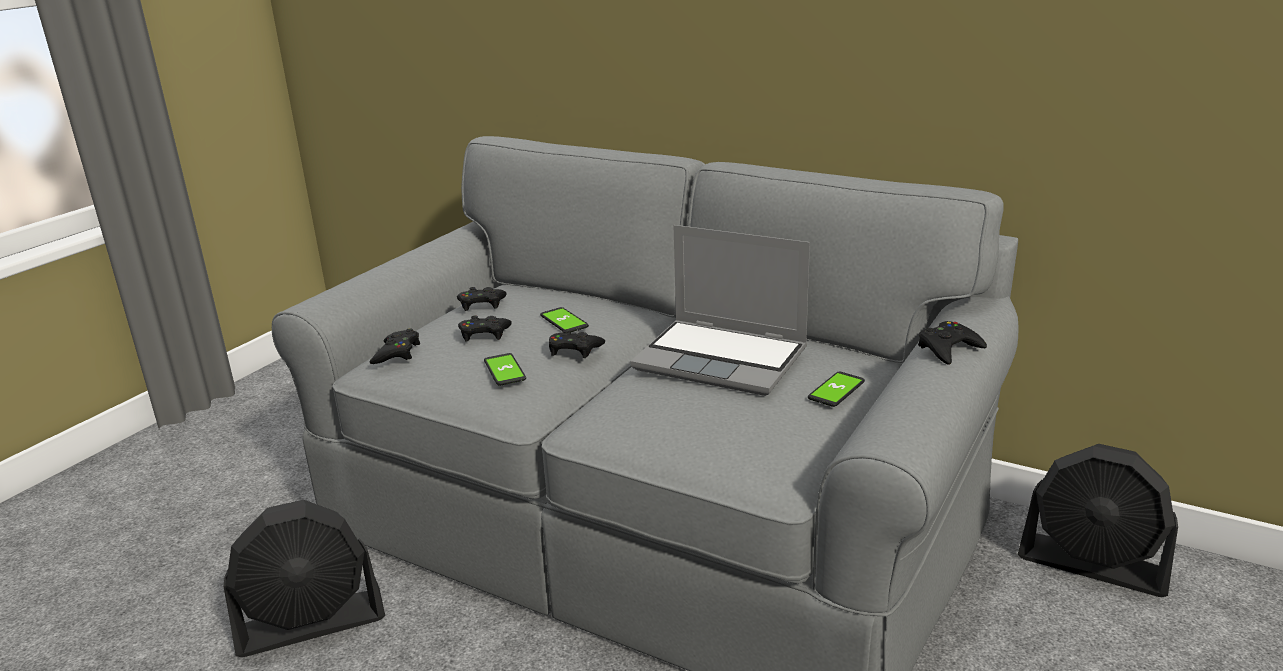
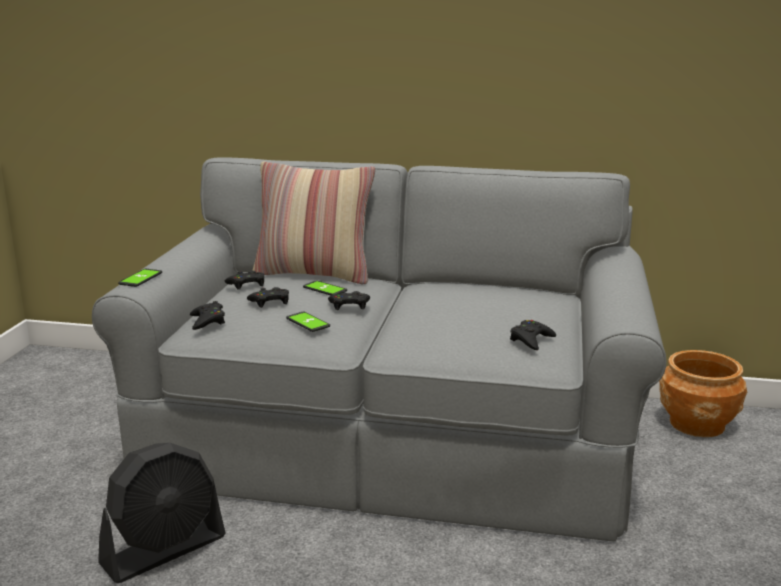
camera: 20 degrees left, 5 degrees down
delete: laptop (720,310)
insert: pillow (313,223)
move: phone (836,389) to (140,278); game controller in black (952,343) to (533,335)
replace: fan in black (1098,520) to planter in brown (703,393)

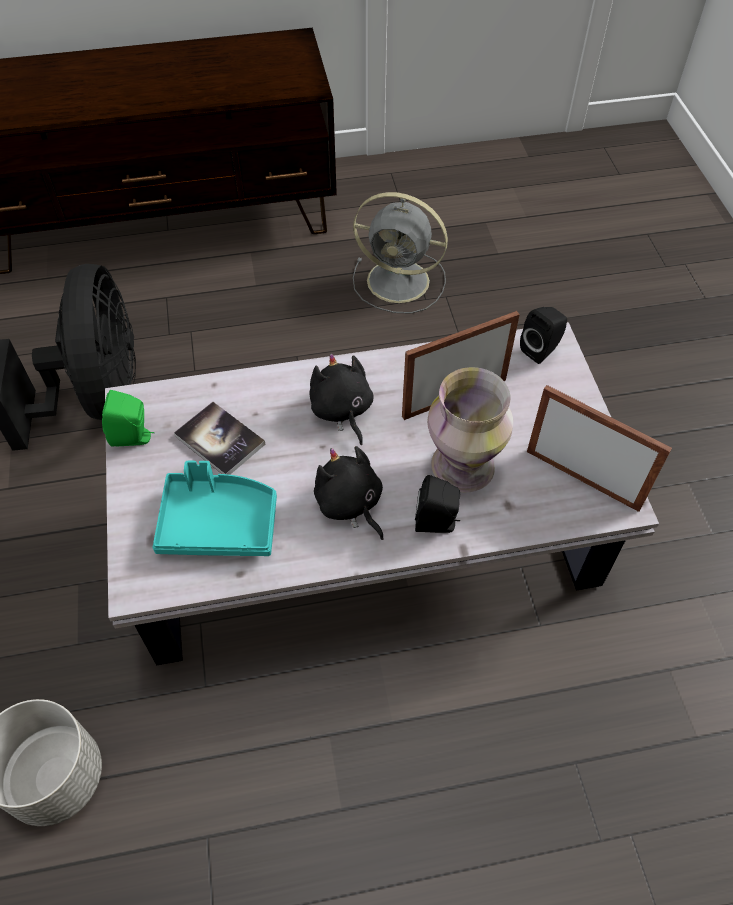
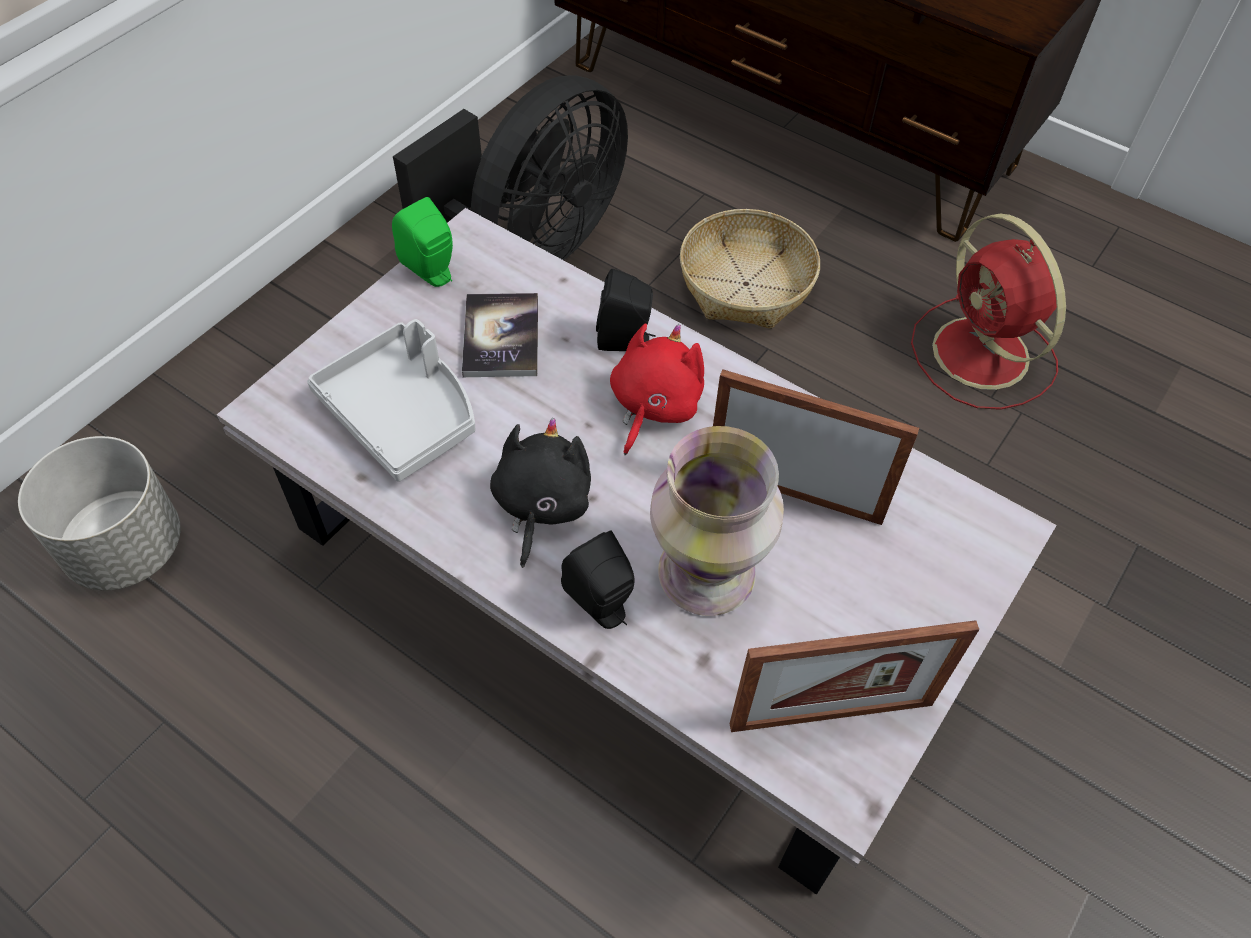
camera: 45 degrees right, 0 degrees up
insert: basket (750,269)
move: speaker in black (543,335) to (626,310)
recolor: tray in turquoise (214,508) to tray in grey (391,400); plush toy in black (342,399) to plush toy in red (657,390); fan in grey (400,253) to fan in red (988,312)
rotate: picture frame (599,448) = (854,676) 90 degrees clockwise

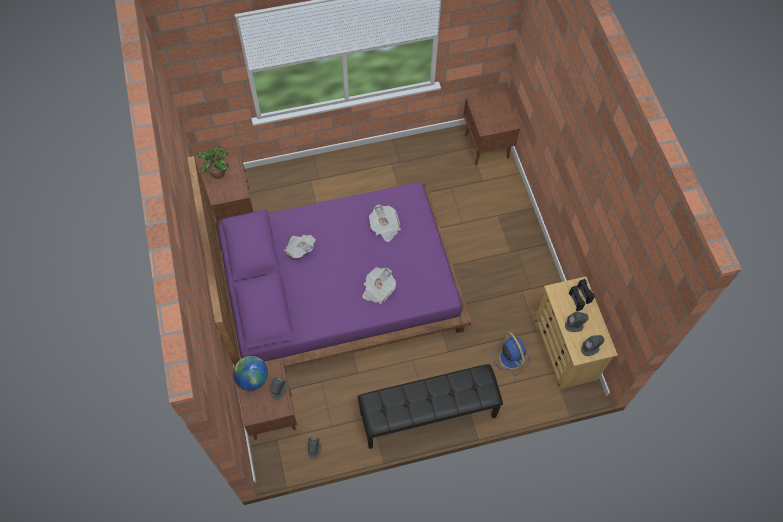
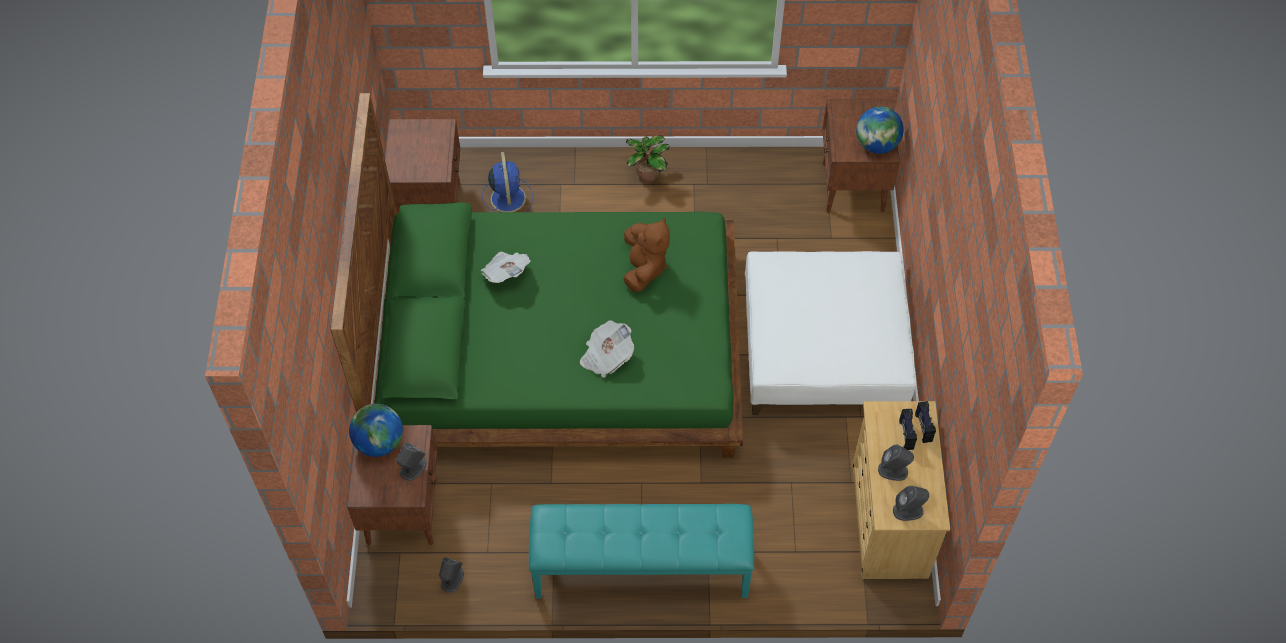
camera: 15 degrees right, 5 degrees down
insert: ottoman in white (830,333); globe (880,130)
move: potted plant (213,163) to (648,159); fan in blue (510,354) to (507,182)
replace: newspaper (385,223) to plush toy in brown (646,254)
recolor: bed in purple (329,262) to bed in green (537,275); bench in black (430,406) to bench in turquoise (641,551)

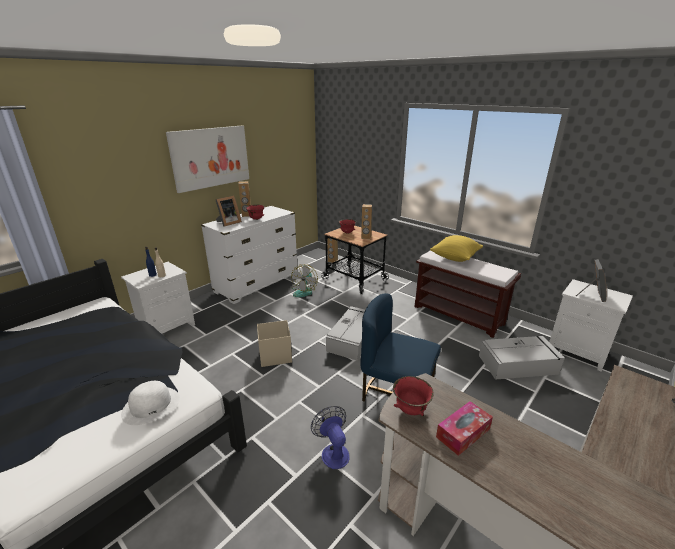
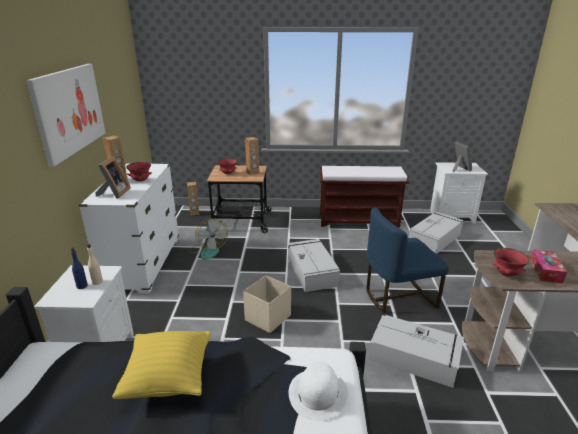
camera: 40 degrees left, 0 degrees up
move: pillow in yellow (456,248) to (161,365)
replace: fan (330,437) to storage box in grey (416,351)

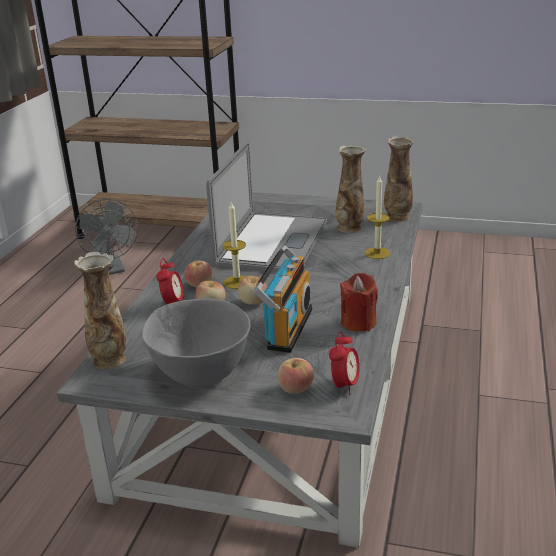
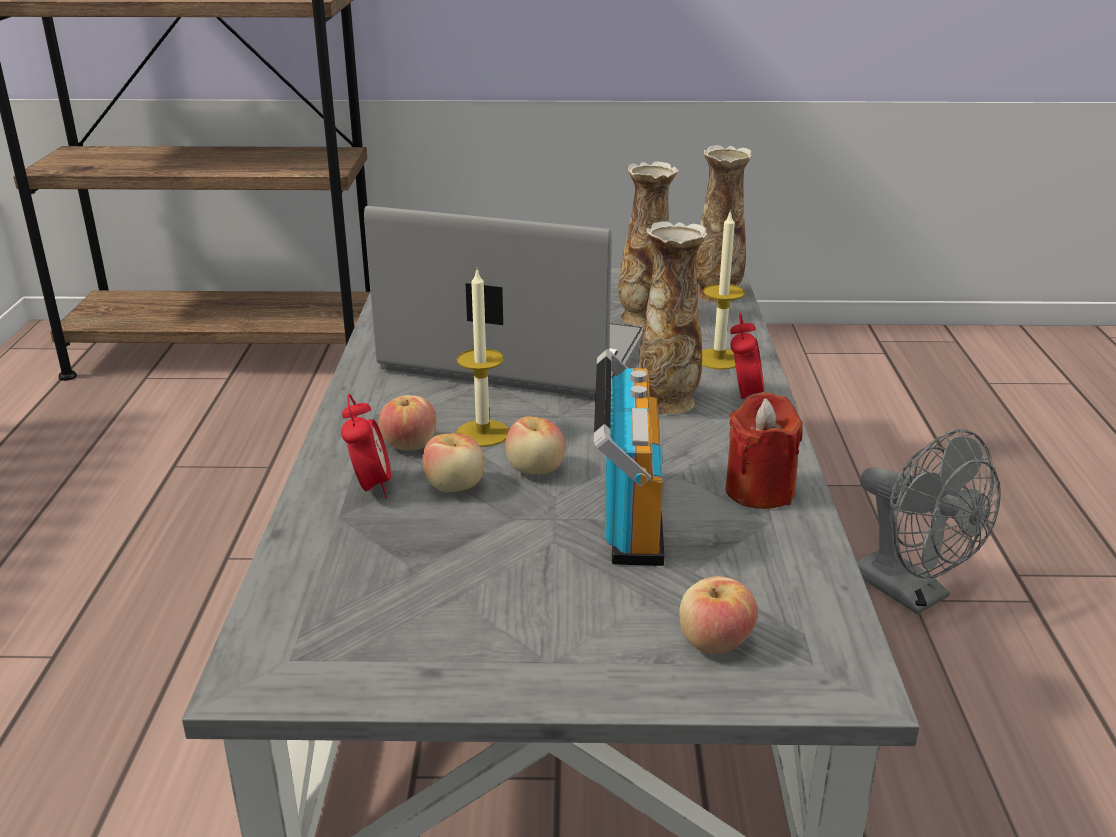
camera: 15 degrees left, 0 degrees up
delete: bowl in grey (196,343)
move: vase (100,310) to (673,317); fan in grey (106,237) to (928,521); alarm clock (344,363) to (747,356)
rotate: laptop (266,206) = (503,302) 75 degrees counterclockwise

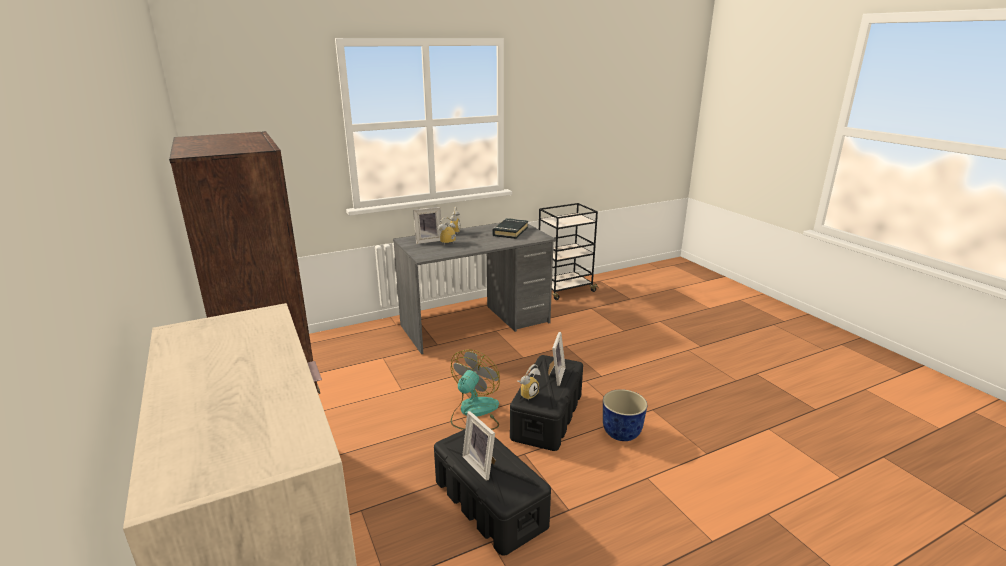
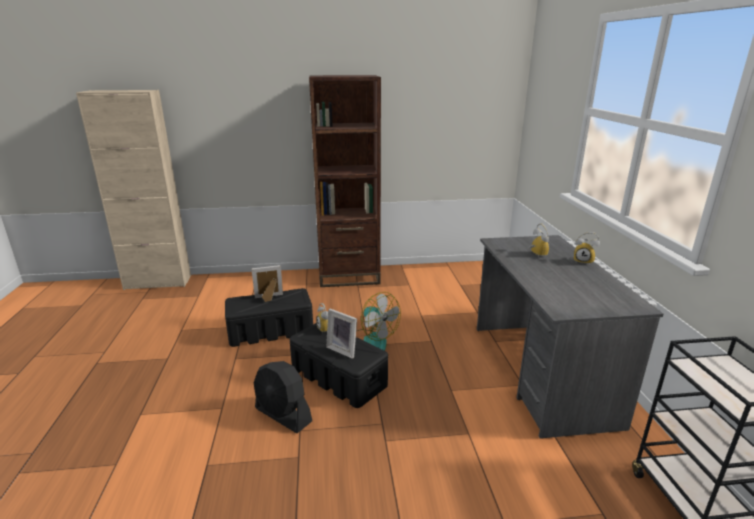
camera: 110 degrees right, 0 degrees up
delete: picture frame (427,225); book in black (510,228)
replace: planter (625,415) to fan in black (283,397)

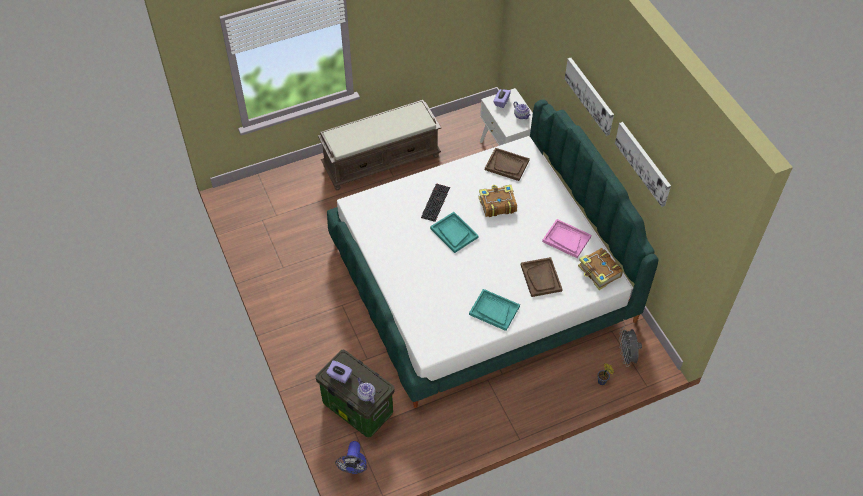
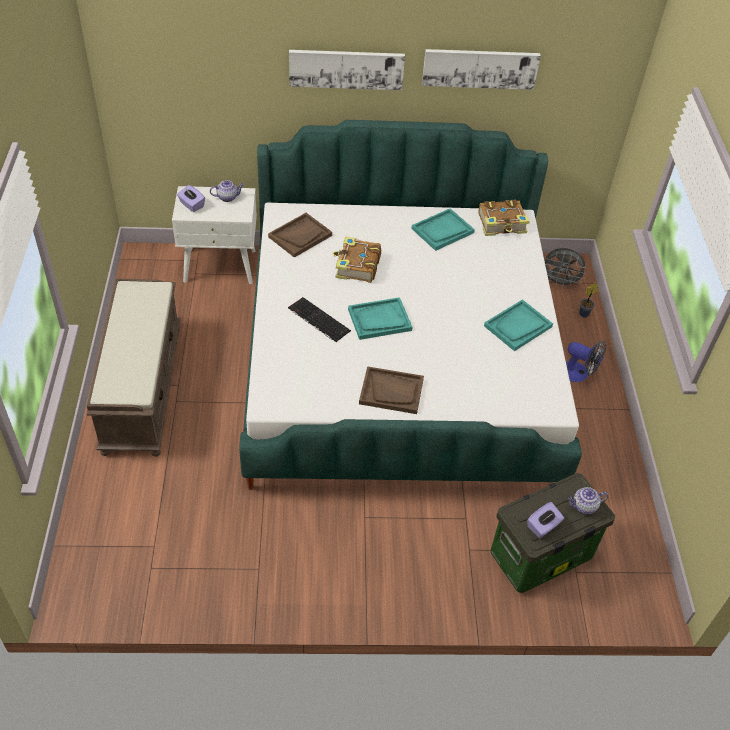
camera: 70 degrees left, 5 degrees down
move: fan (351,457) to (586,361); tray in brown (542,277) to (391,390)
recolor: tray in pink (566,238) to tray in turquoise (443,230)

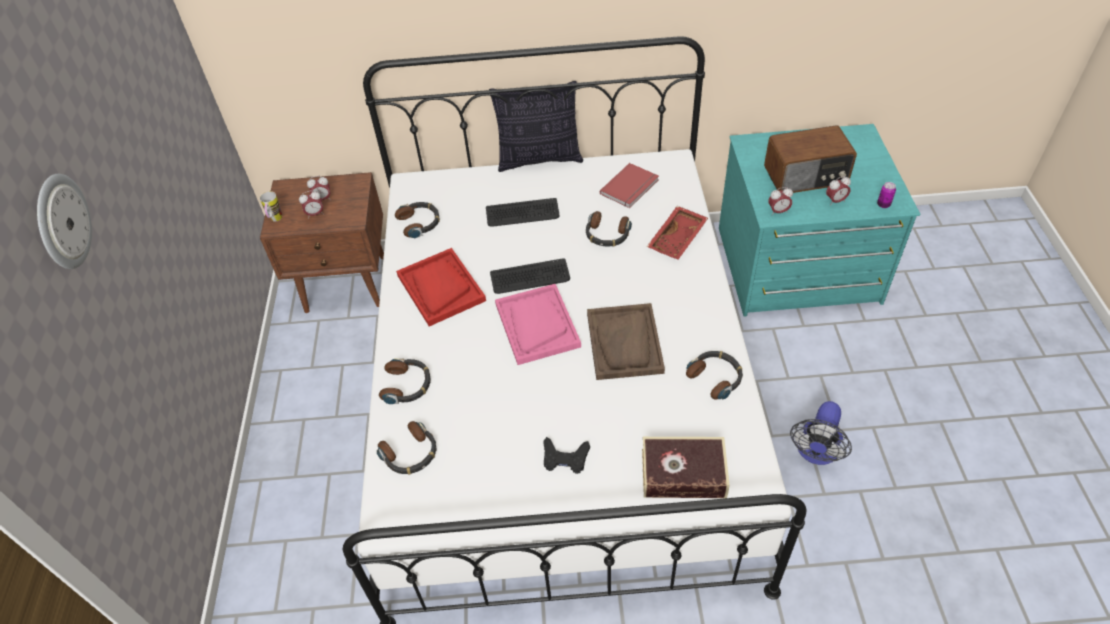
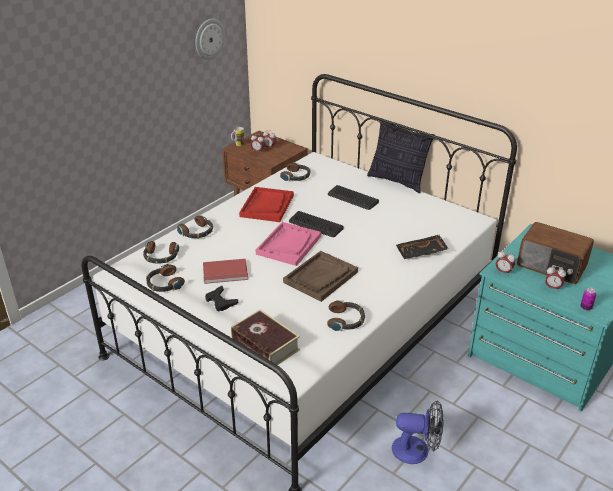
camera: 40 degrees right, 15 degrees down
move: wall clock (64,221) to (210,39); headphones (609,229) to (165,278); book in red (629,185) to (225,271)
recolor: tray in red (677,232) to tray in black (422,247)
rotate: fan (821,433) = (418,432) 150 degrees counterclockwise

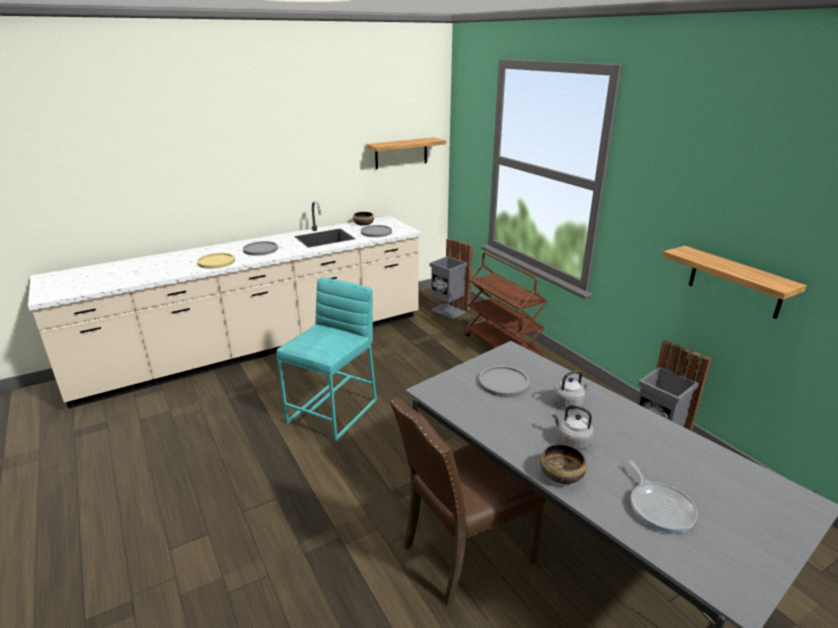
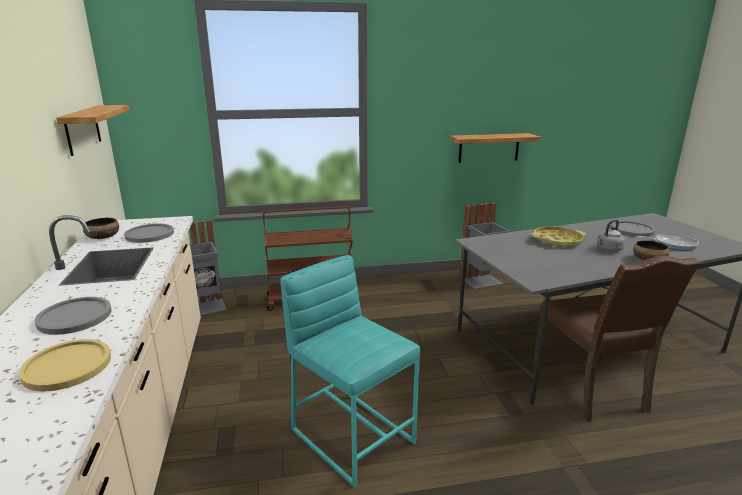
camera: 70 degrees left, 5 degrees down
move: plate in grey (504,381) to (633,229)
replace: kettle in grey (571,389) to tray in yellow (558,236)

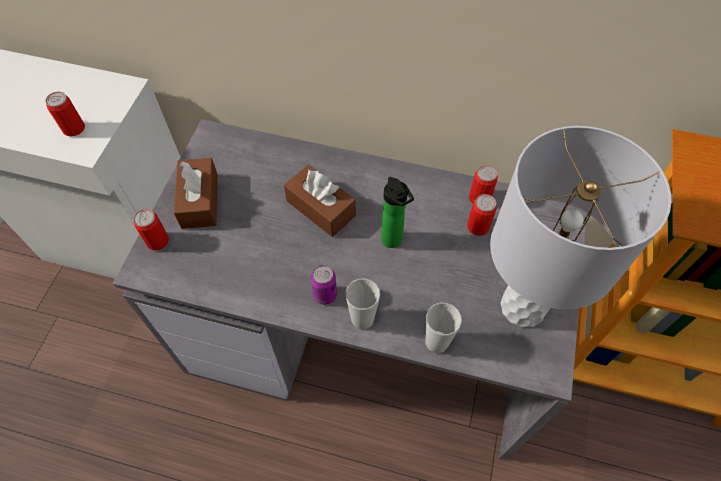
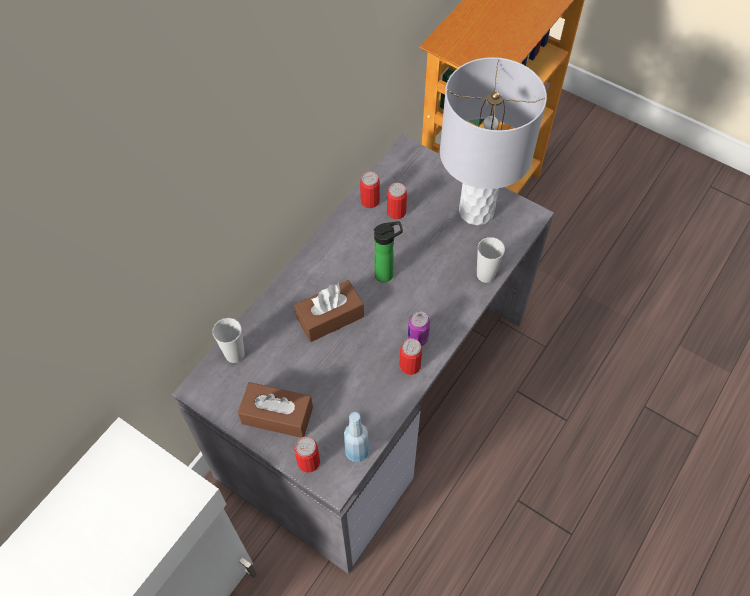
camera: 70 degrees left, 0 degrees up
insert: bottle in blue (356,437)
move: can (65,114) to (410,356); cup (363,303) to (229,340)

